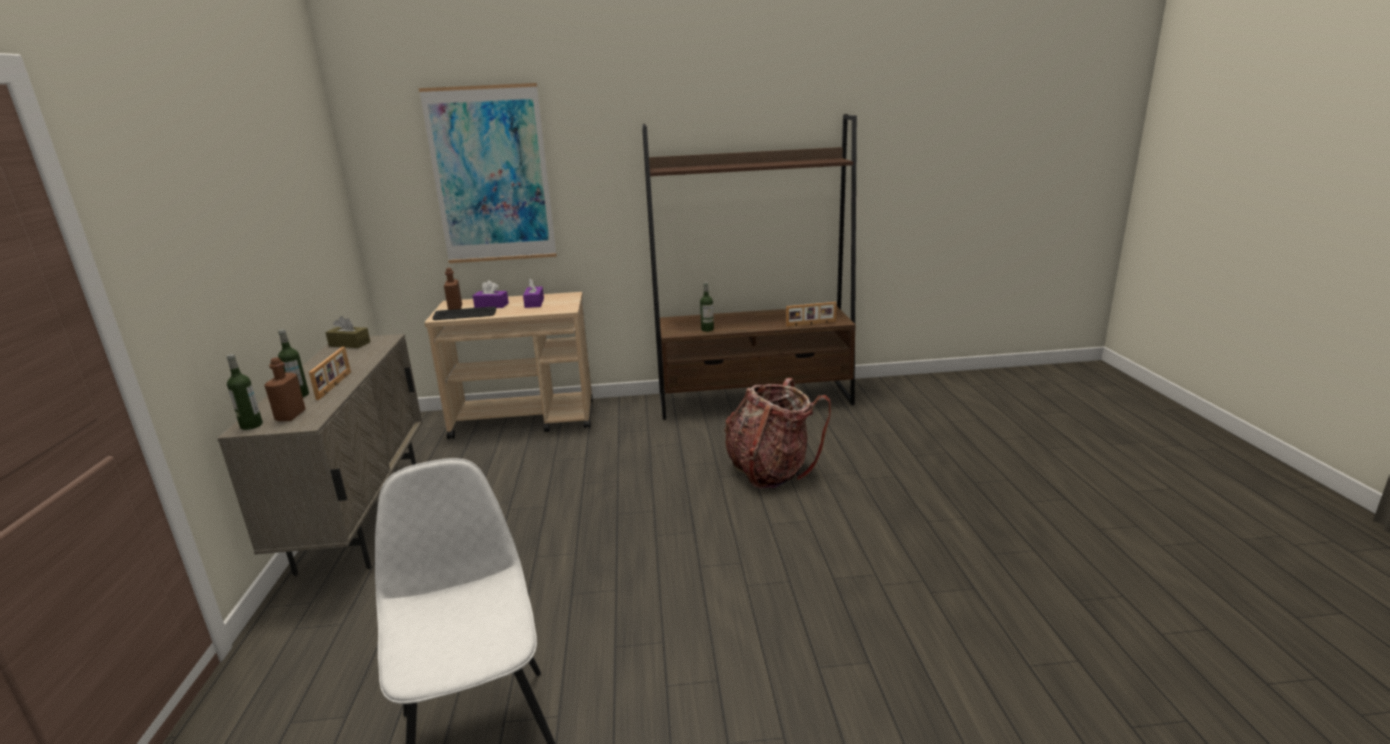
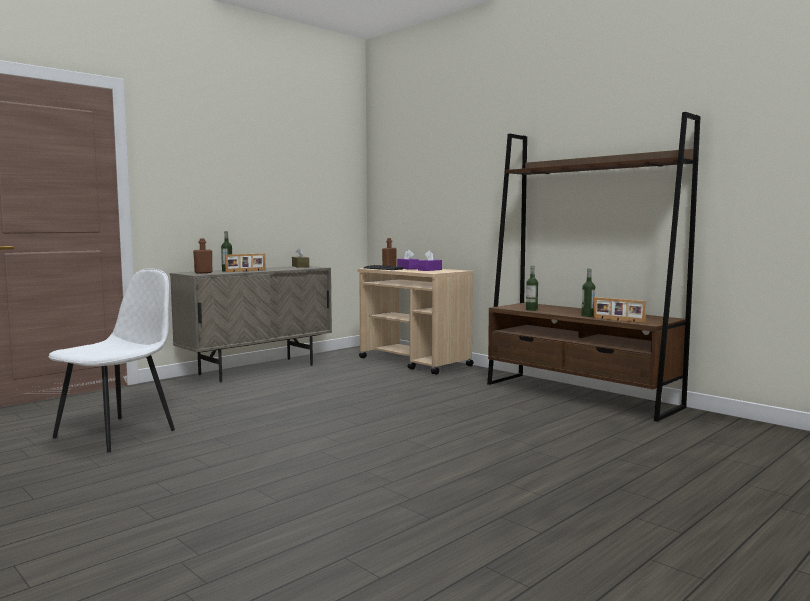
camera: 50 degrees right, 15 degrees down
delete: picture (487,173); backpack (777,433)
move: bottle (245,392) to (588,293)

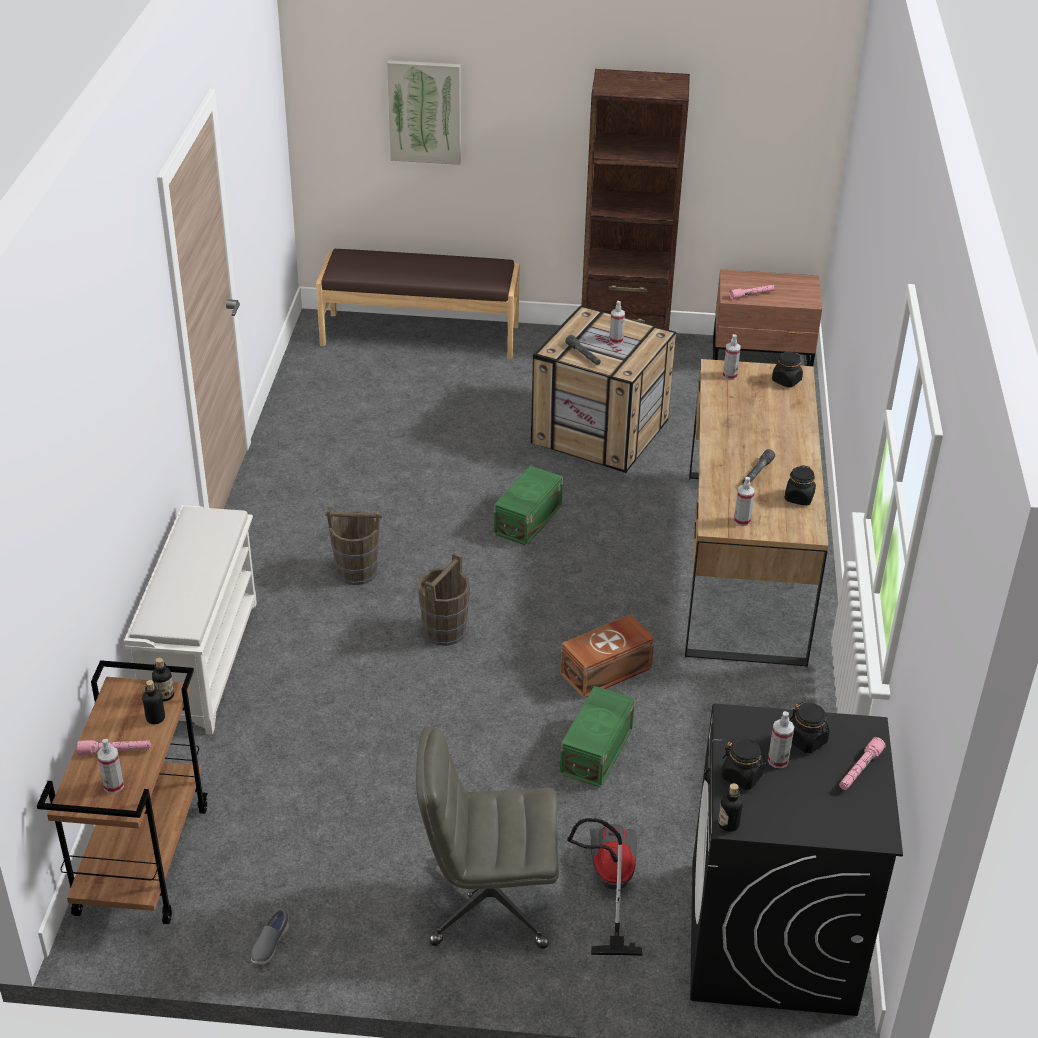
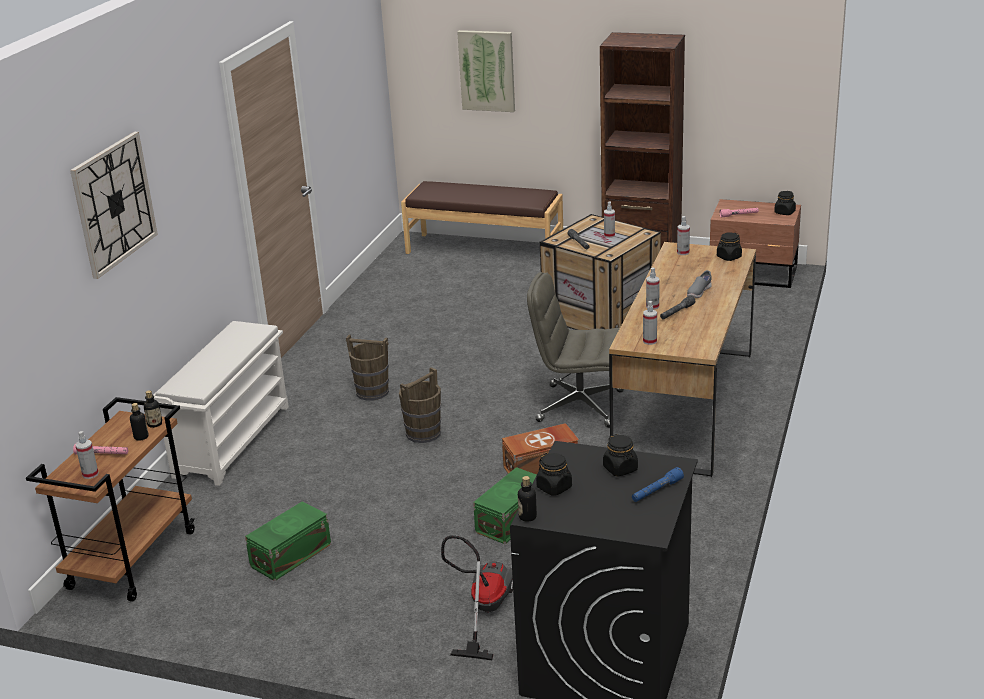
camera: 15 degrees right, 10 degrees down
insert: wall clock (114,205)
move: shoe in grey (270,936) to (699,284); office chair in grey (487,838) to (575,350); storage box in green (528,506) to (288,541); spray bottle (781,739) to (653,288); jar in black (800,485) to (785,203)
recolor: flashlight in pink (862,763) to flashlight in blue (658,484)

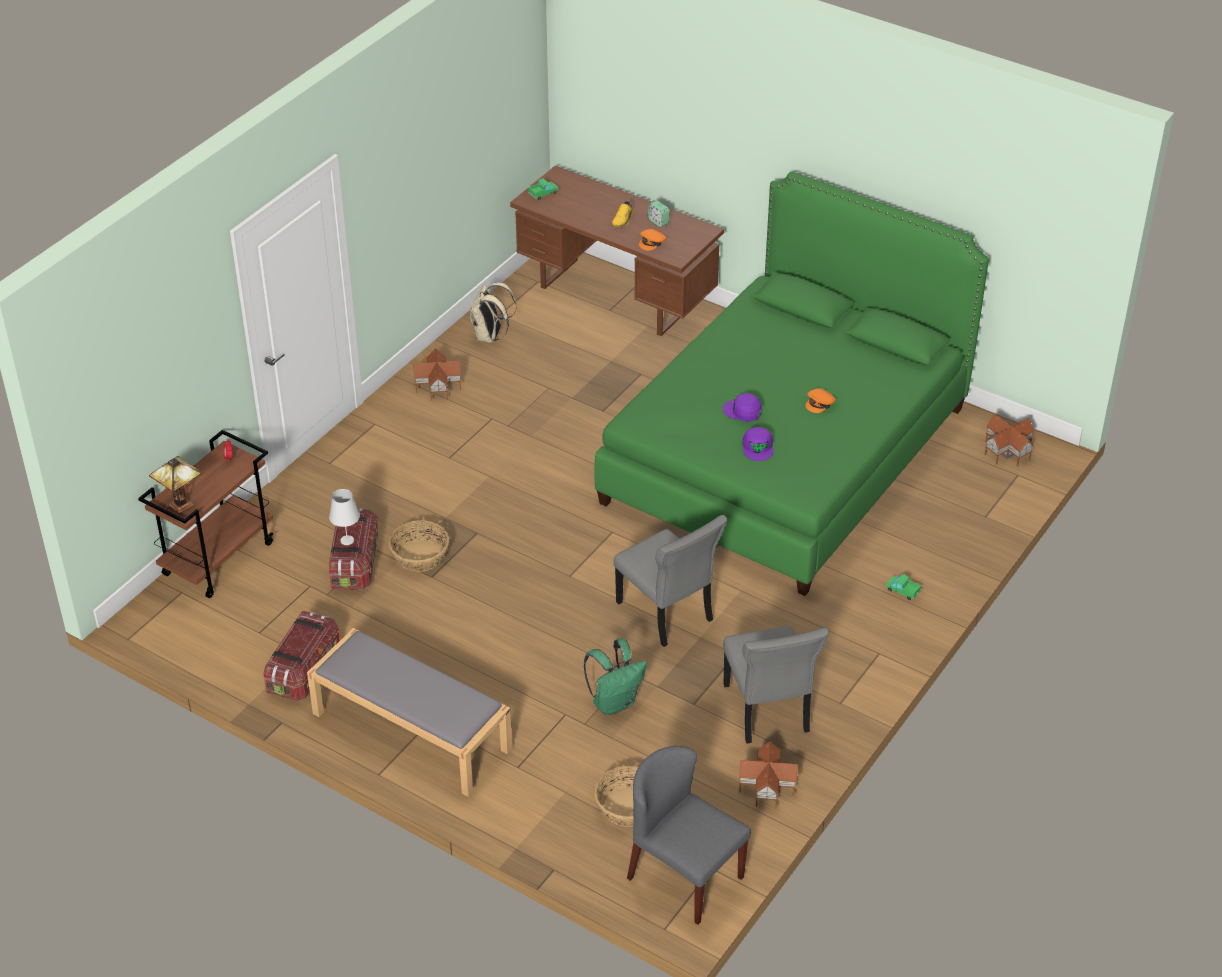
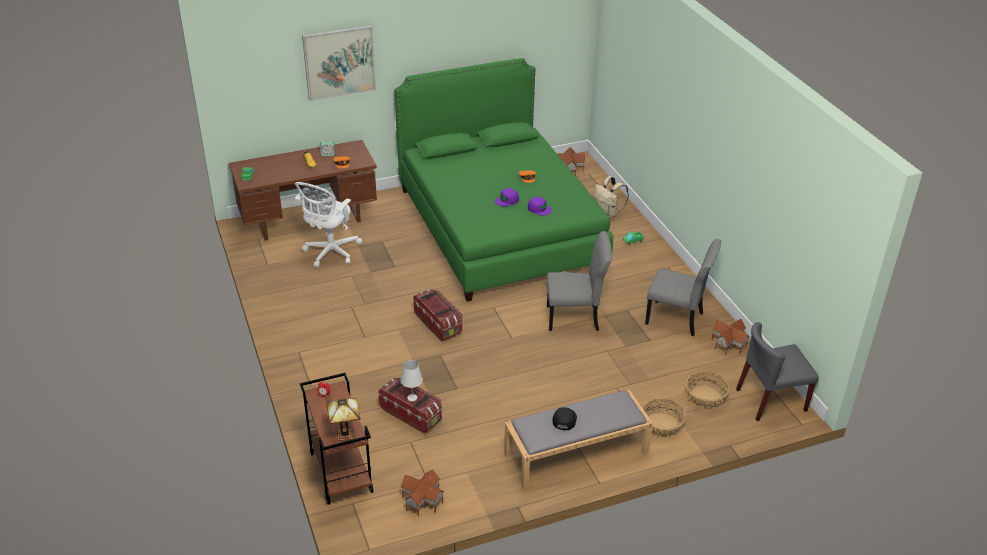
camera: 55 degrees left, 5 degrees down
delete: backpack in green (615,676)
insert: office chair in white (328,224); picture (339,63); cap in black (564,418)
move: storage box (301,656) to (438,315); basket (419,546) to (664,417); toy house (437,374) to (422,492); backpack in beige (493,313) to (611,197)

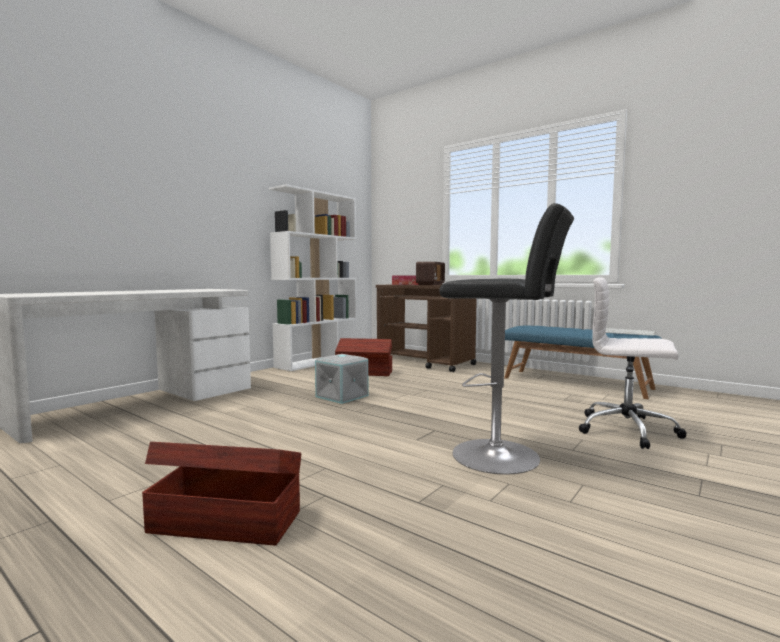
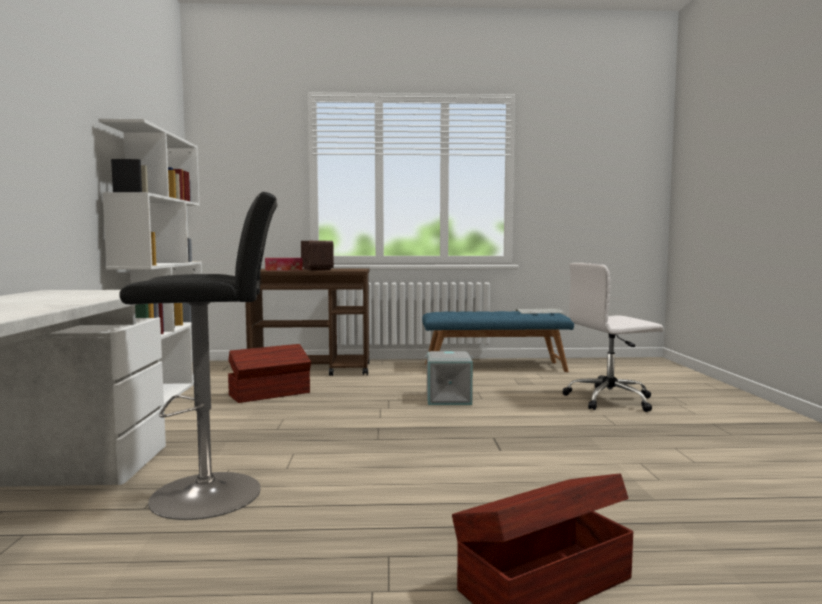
camera: 40 degrees left, 0 degrees up
move: storage box in grey (341,379) to (449,378); stool in black (506,339) to (198,356)

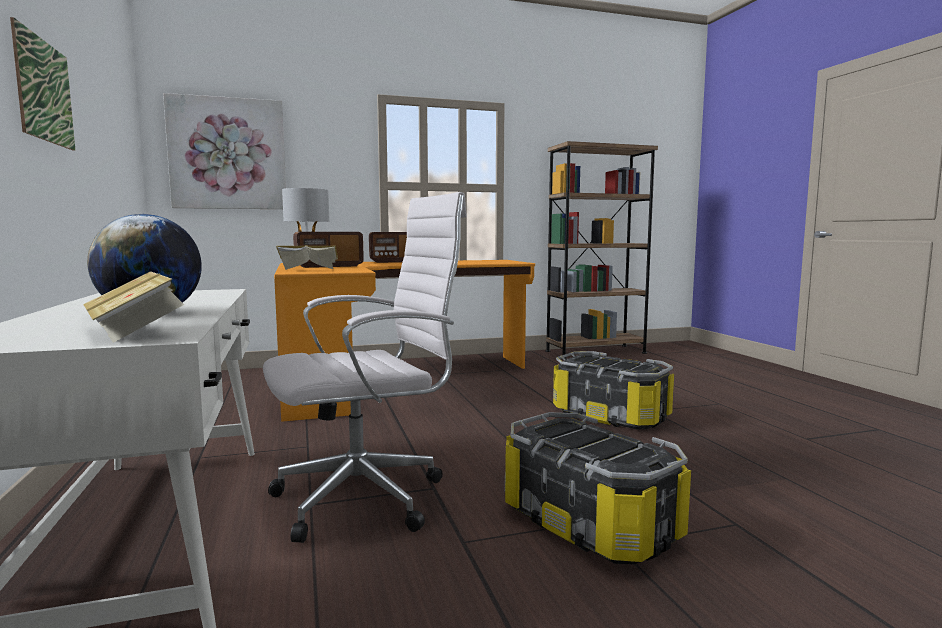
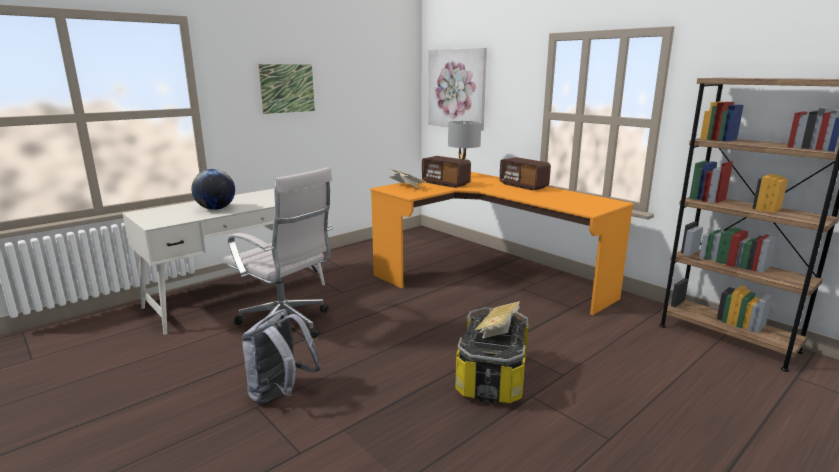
camera: 65 degrees right, 10 degrees up
move: book (133,307) to (497,319)
replace: storage box (598,488) to backpack in grey (281,356)

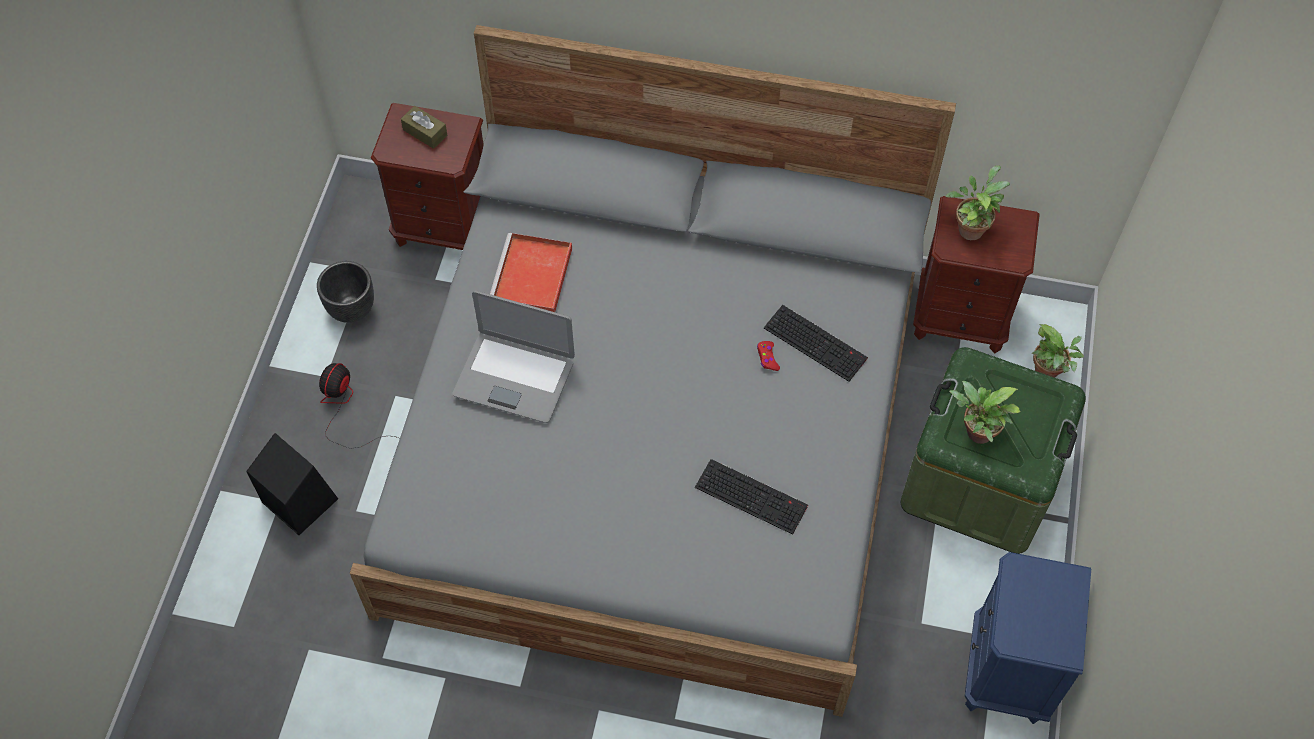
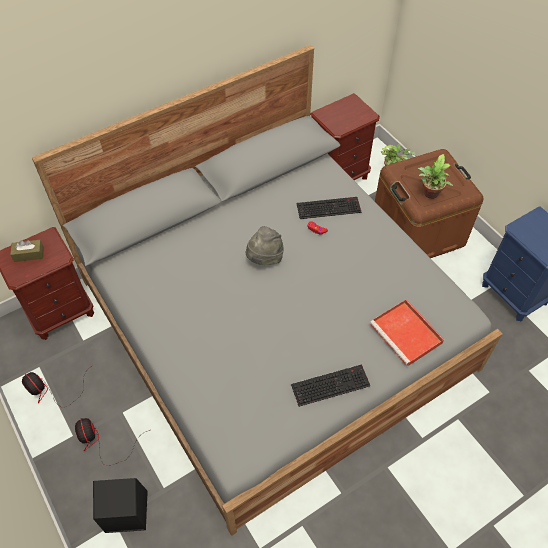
camera: 45 degrees left, 5 degrees down
delete: laptop (514,356); potted plant (977,202)
insert: hat in grey (265,245)
move: tray in red (531,272) to (407,333); keyboard (751,497) to (330,385)
replace: planter in black (345,292) to fan (58,386)
recolor: storage box in green (993,450) to storage box in brown (429,203)

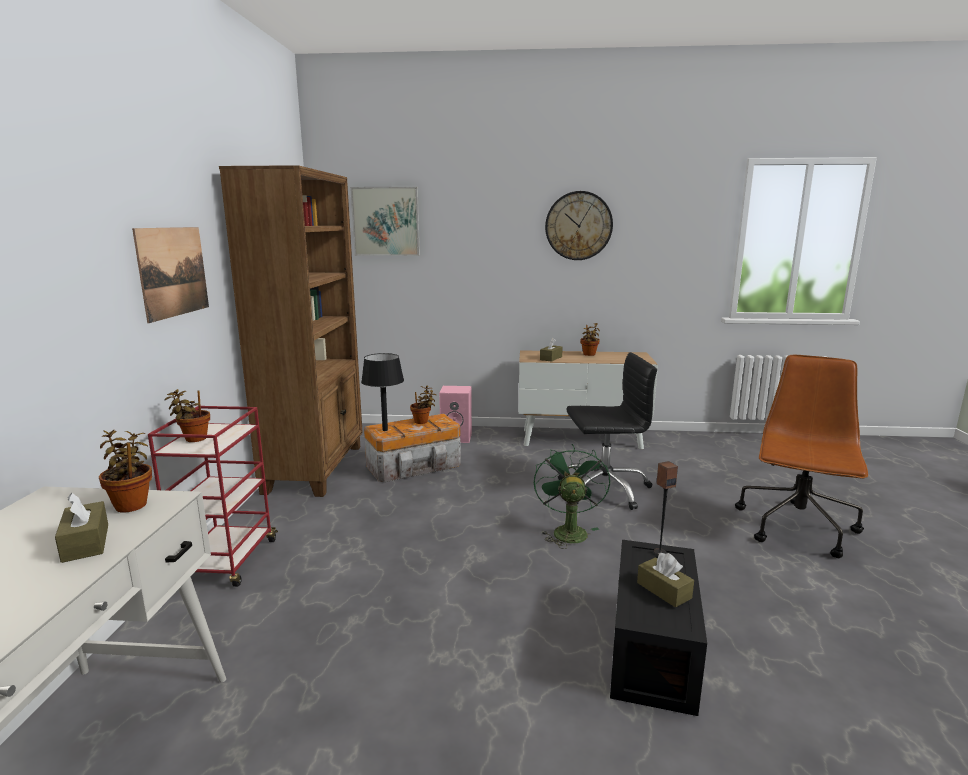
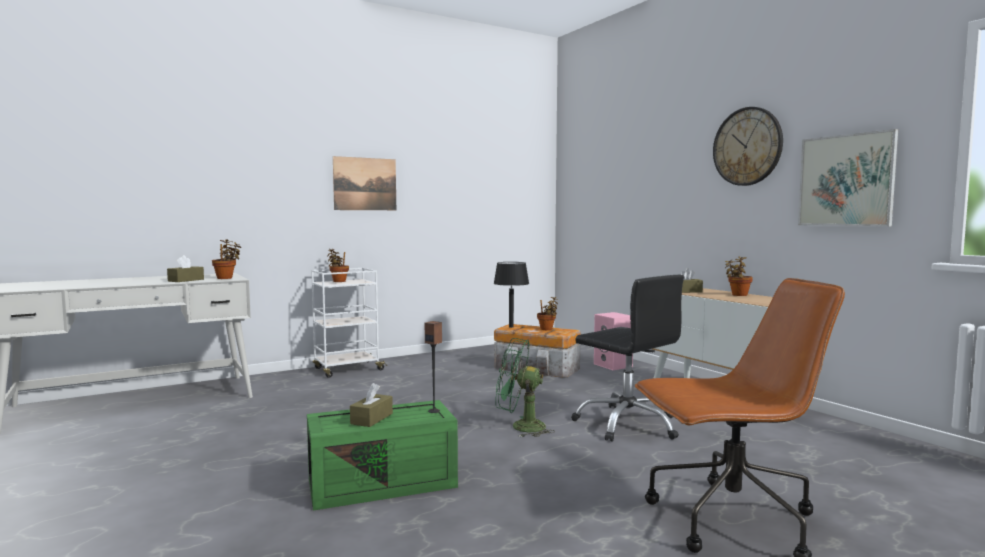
camera: 55 degrees right, 10 degrees down
delete: bookcase in brown (291,331)
move: picture (385,221) to (848,178)
recolor: cart in red (213,496) to cart in white (349,323); storage box in black (658,628) to storage box in green (382,455)
rotate: fan in green (572,496) = (525,387) 135 degrees counterclockwise

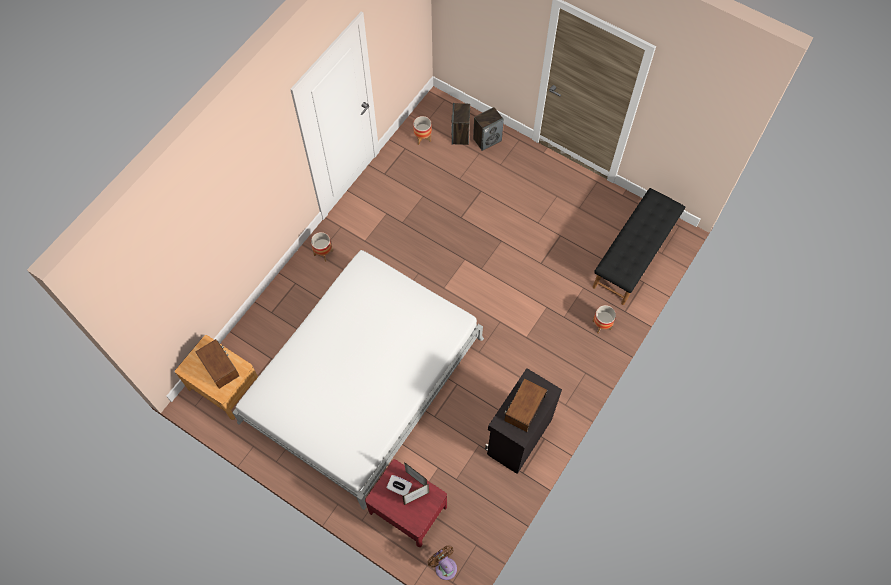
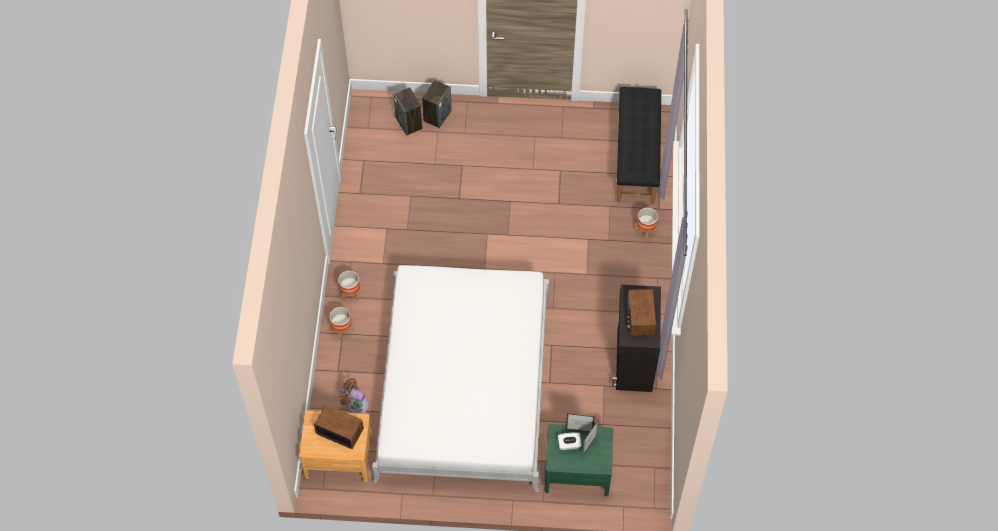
camera: 30 degrees left, 5 degrees down
move: planter (422,130) to (341,323); fan in brown (442,562) to (354,396)
recolor: nightstand in red (406,503) to nightstand in green (578,460)

